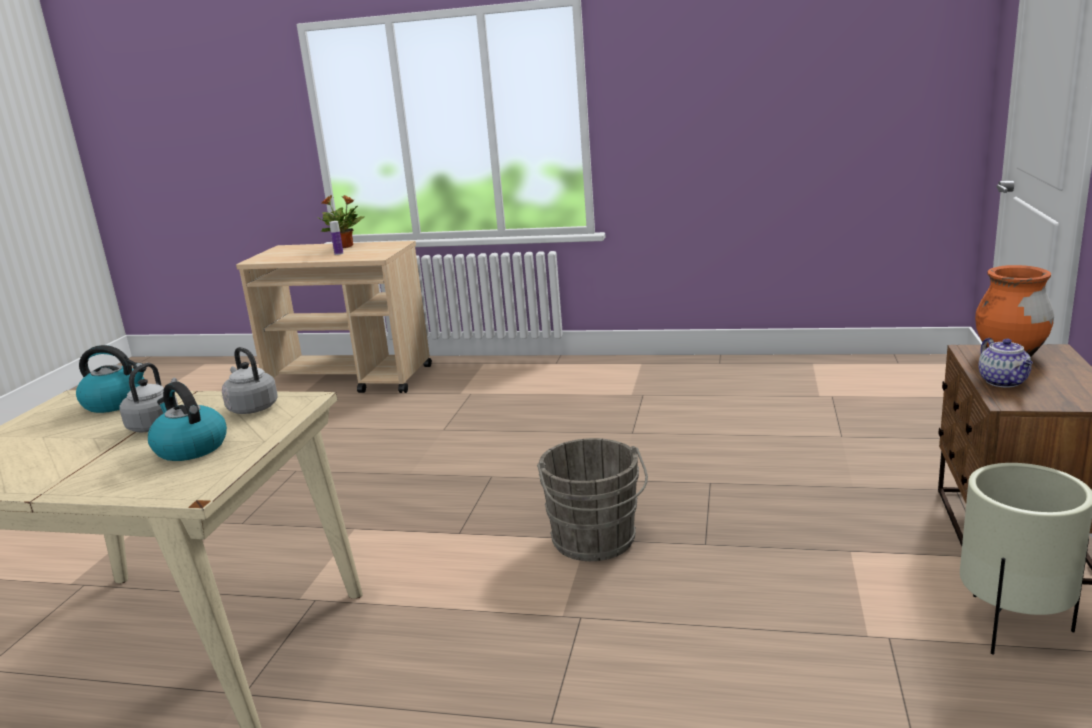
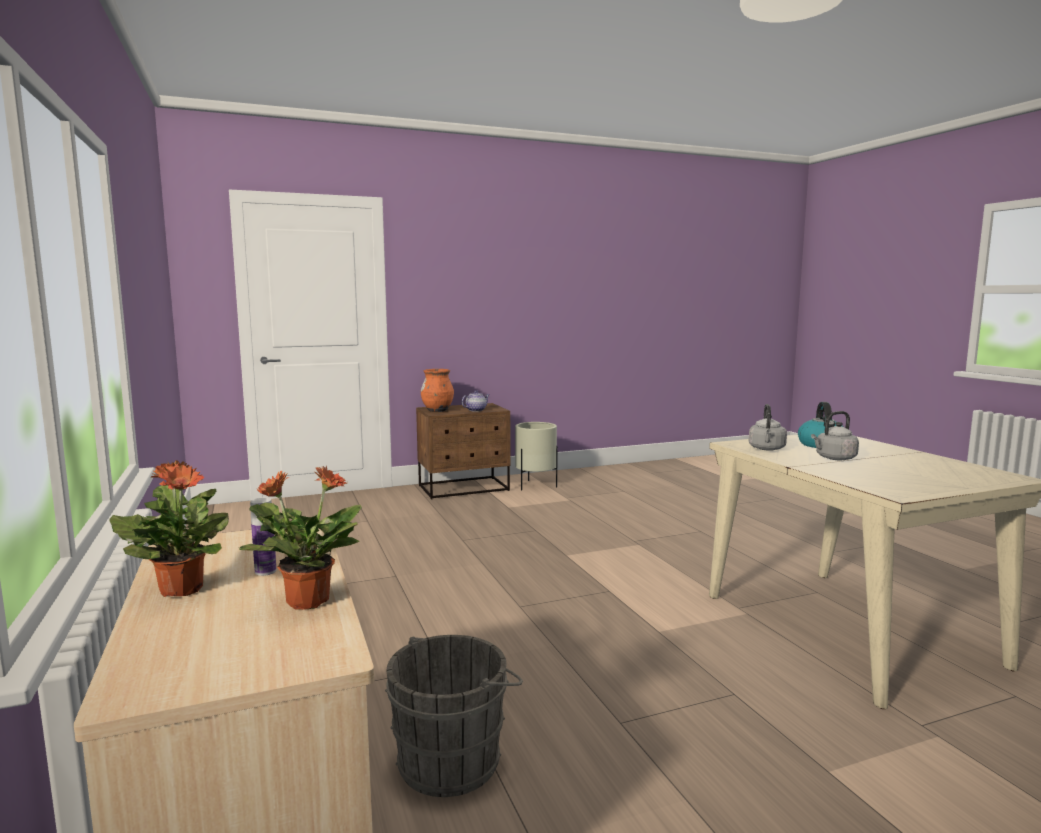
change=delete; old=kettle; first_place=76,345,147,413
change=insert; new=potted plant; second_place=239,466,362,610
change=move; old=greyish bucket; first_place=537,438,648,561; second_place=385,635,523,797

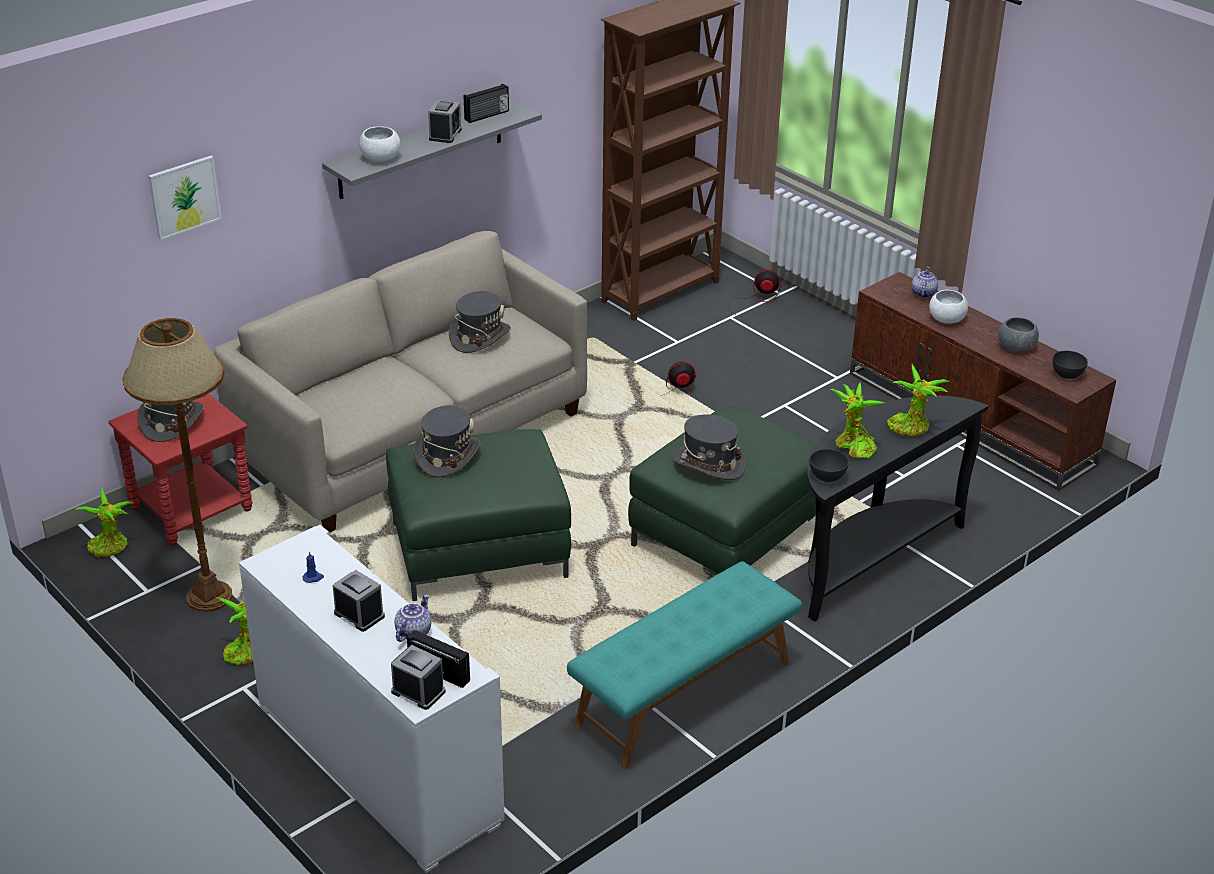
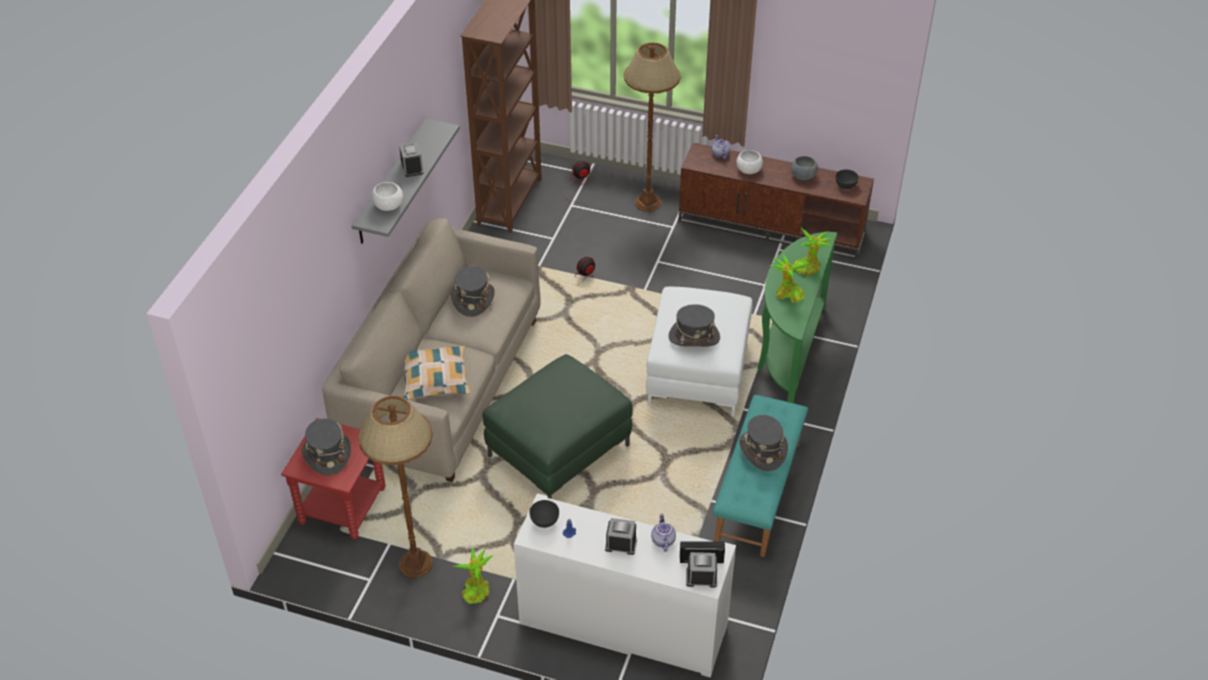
change=delete; old=potted plant; first_place=76,487,133,557
change=delete; old=wall picture; first_place=149,156,222,240
change=delete; old=radio; first_place=464,84,509,123
change=insert; new=cushion; second_place=403,346,471,400
change=insert; new=brownish standing lamp; second_place=624,42,681,212
change=move; old=greyish wearable hat; first_place=414,405,480,477; second_place=739,415,788,471
change=move; old=greyish serving bowl; first_place=810,449,849,482; second_place=529,500,559,528
change=recolor; old=green-coloured ottoman; new=whitish ottoman; first_place=628,406,816,575; second_place=646,287,753,417
change=recolor; old=black hall table; new=green-coloured hall table; first_place=807,395,989,621; second_place=758,232,837,403

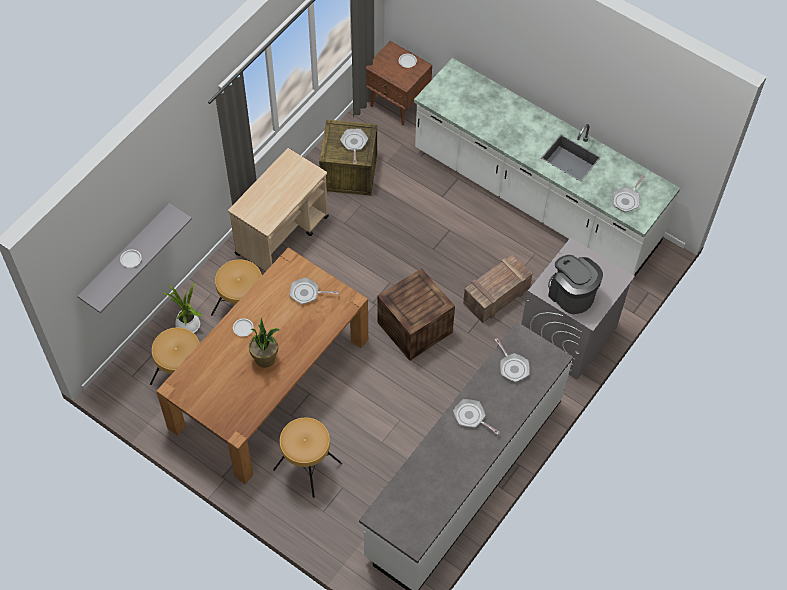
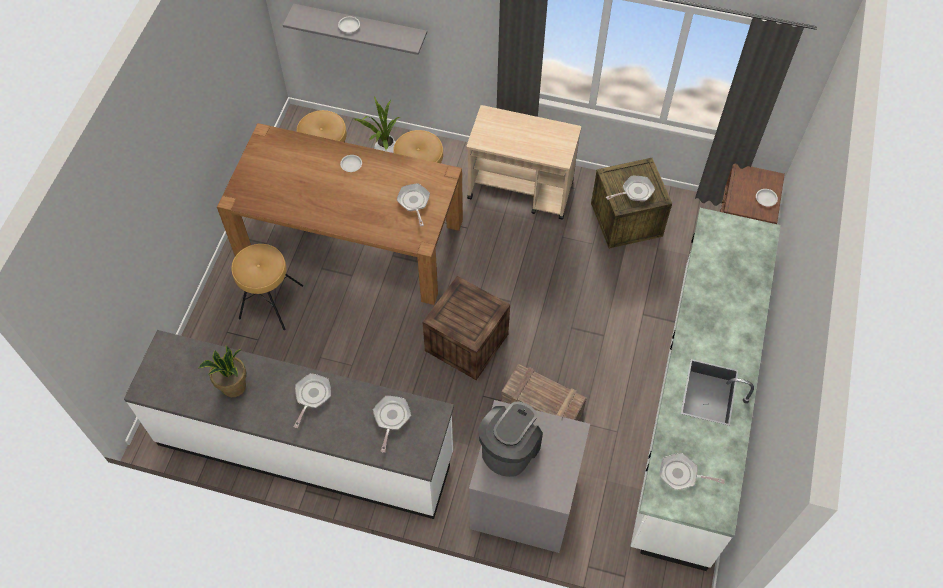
change=move; old=potted plant; first_place=249,318,280,368; second_place=199,346,246,397
change=rotate; old=pan; first_place=495,338,530,382; second_place=373,396,411,453; degrees=150

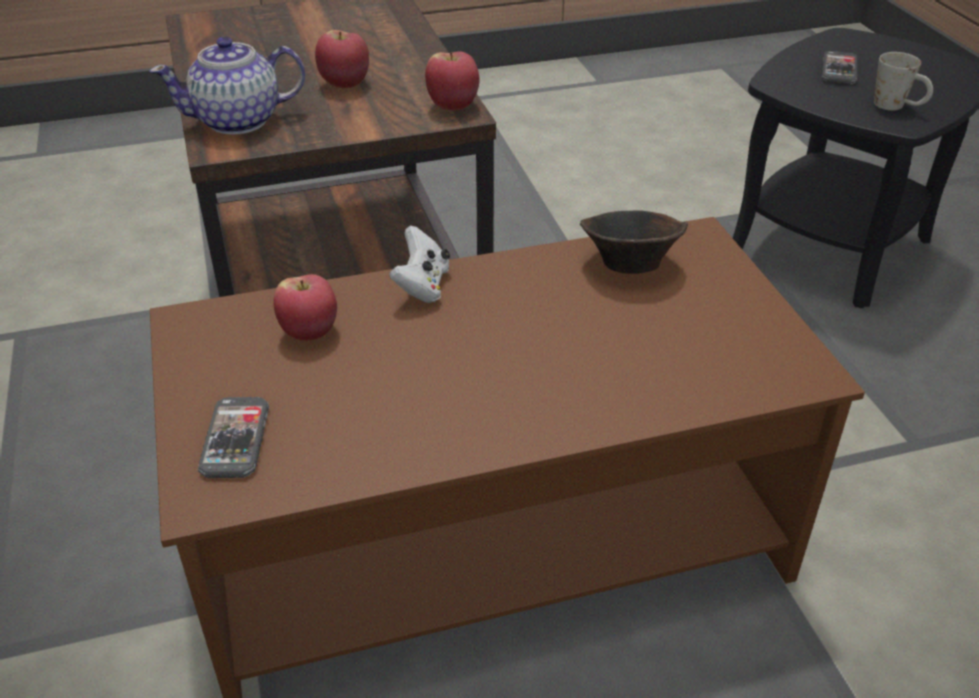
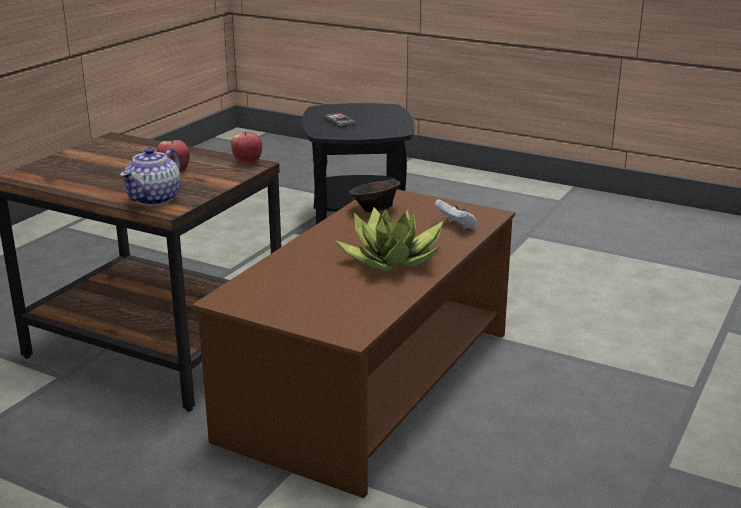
change=delete; old=handset; first_place=198,397,269,478
change=delete; old=apple; first_place=273,274,337,341
change=delete; old=whitish tea mug; first_place=874,52,933,110
change=insert; new=potted plant; second_place=336,207,443,271
change=move; old=whitish joypad; first_place=389,226,450,303; second_place=435,199,477,230

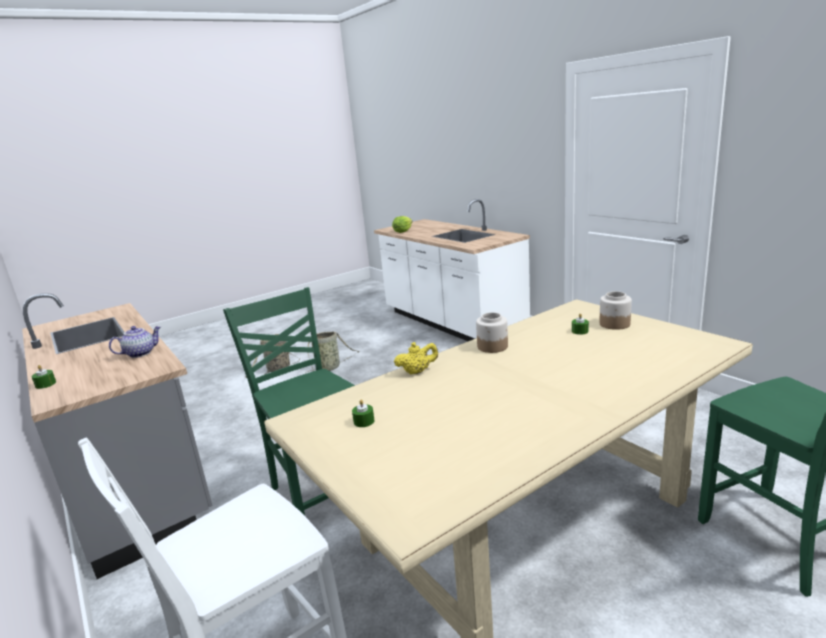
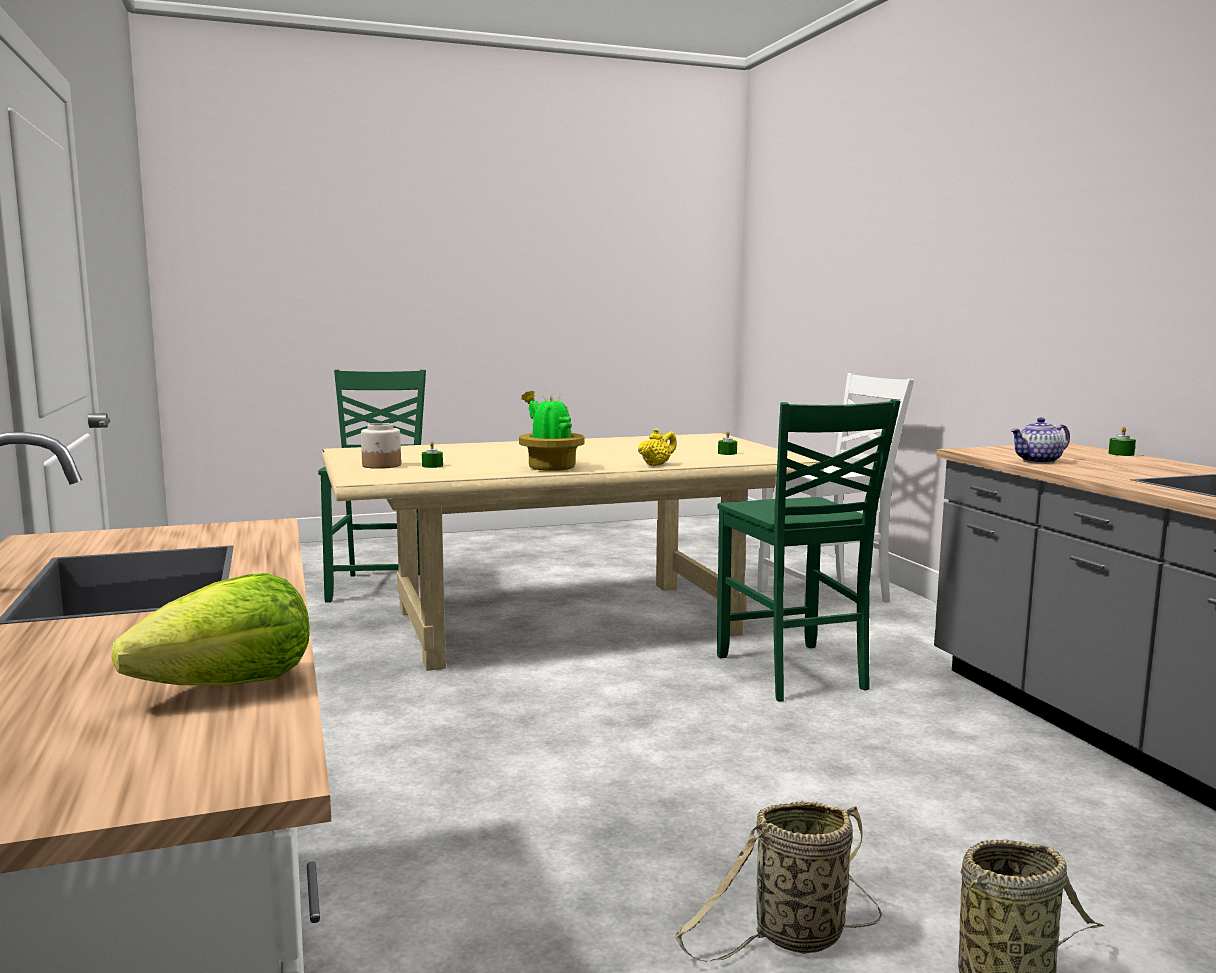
change=replace; old=jar; new=potted plant; first_place=476,312,508,353; second_place=519,390,585,471
change=rotate; old=yellow pot for tea; first_place=394,342,438,375; second_place=638,428,677,466; degrees=135

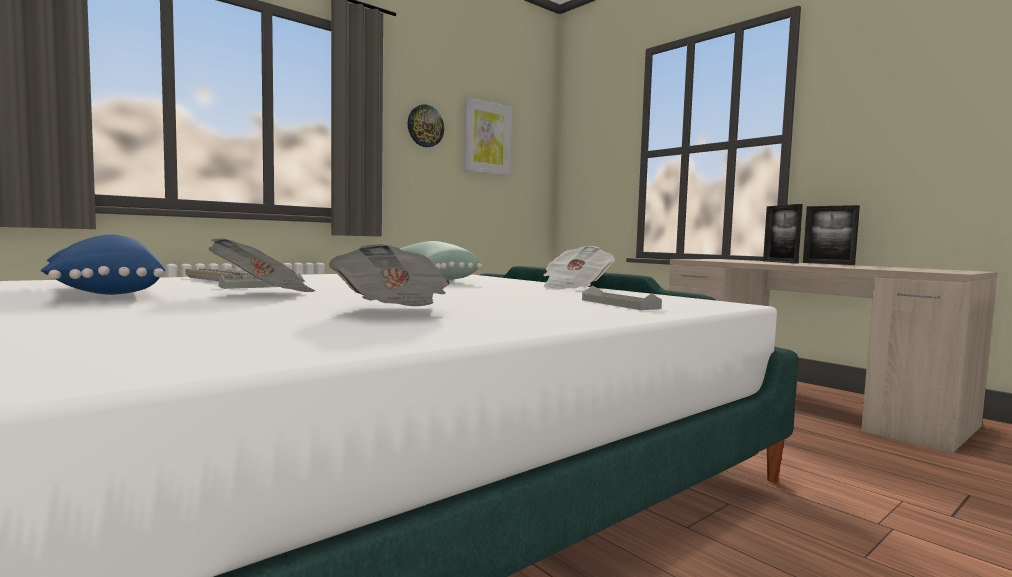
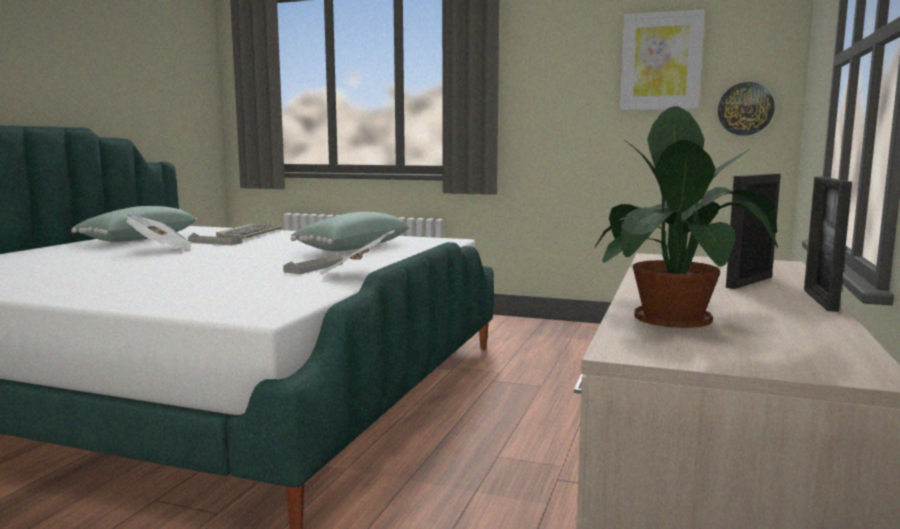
change=delete; old=newspaper; first_place=329,244,450,306
change=insert; new=potted plant; second_place=595,106,778,328
change=move; old=wall clock; first_place=408,105,444,147; second_place=718,82,775,136
change=move; old=greyish tray; first_place=582,286,662,310; second_place=283,252,343,274
change=recolor; old=blue cushion; new=green-coloured cushion; first_place=40,234,165,295; second_place=71,206,198,242

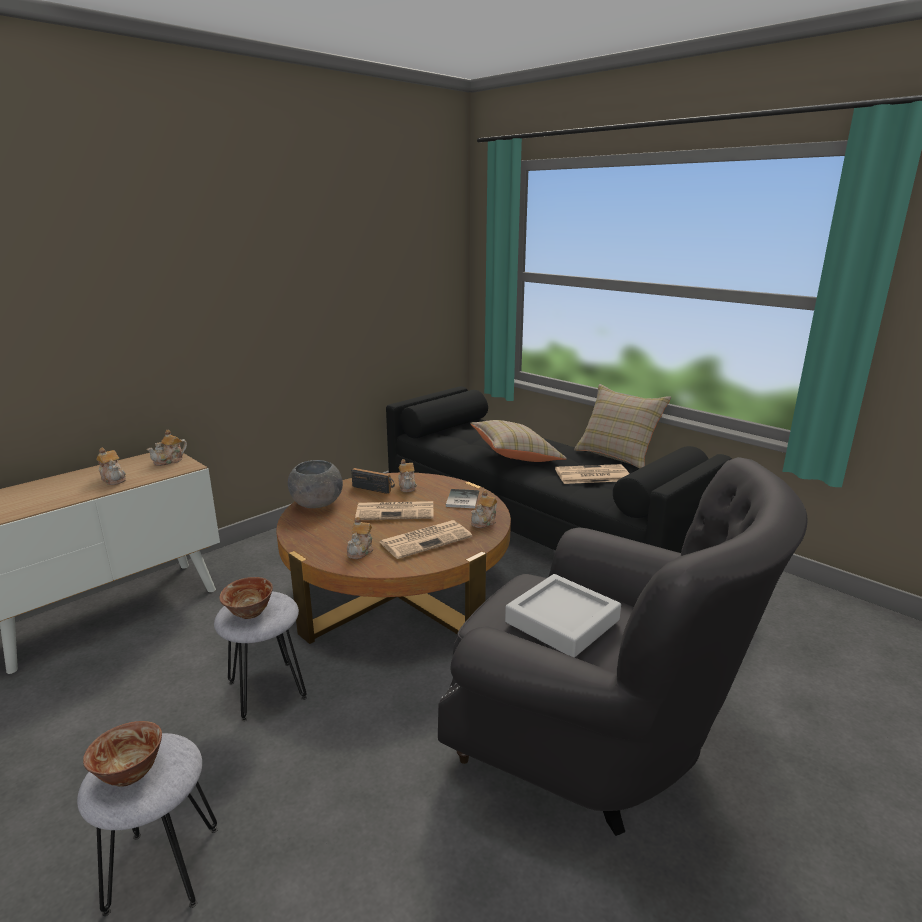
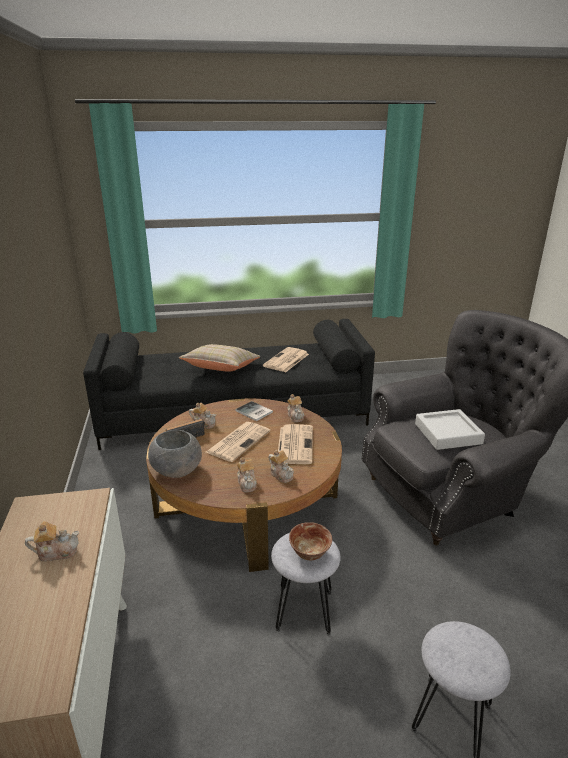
change=delete; old=serving bowl; first_place=83,721,162,787
change=delete; old=sand-coloured cushion; first_place=574,384,671,469
change=move; old=pot for tea; first_place=147,430,187,466; second_place=237,457,257,493

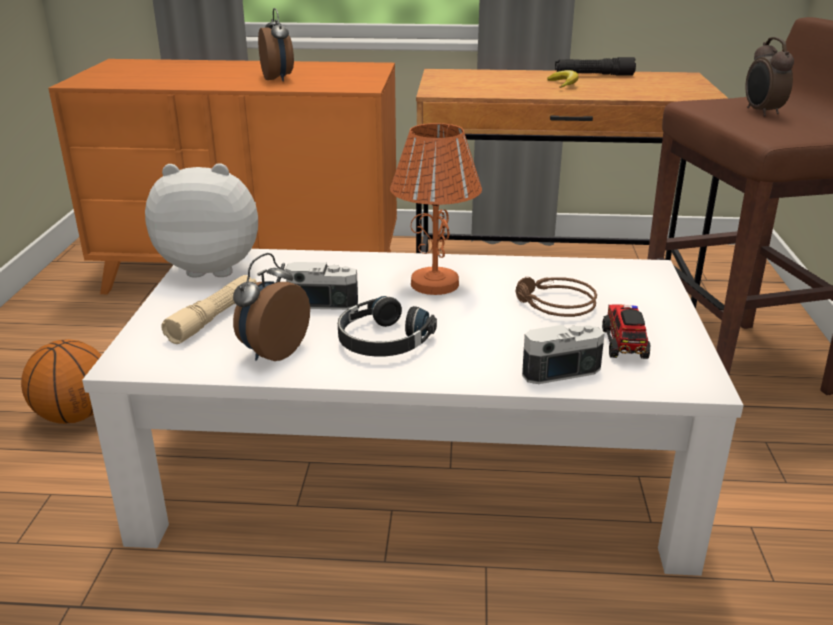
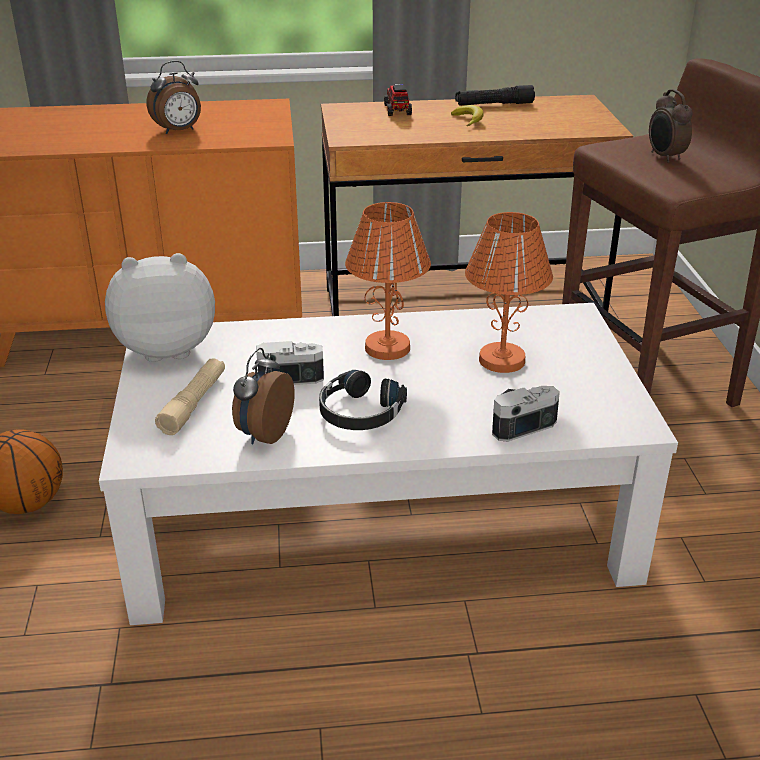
change=move; old=model truck; first_place=602,305,650,359; second_place=384,84,412,116
change=replace; old=brownish pair of headphones; new=orange-coloured tabletop lamp; first_place=515,277,597,317; second_place=465,212,553,373
change=rotate; old=alarm clock; first_place=258,8,294,82; second_place=147,61,201,134; degrees=90

